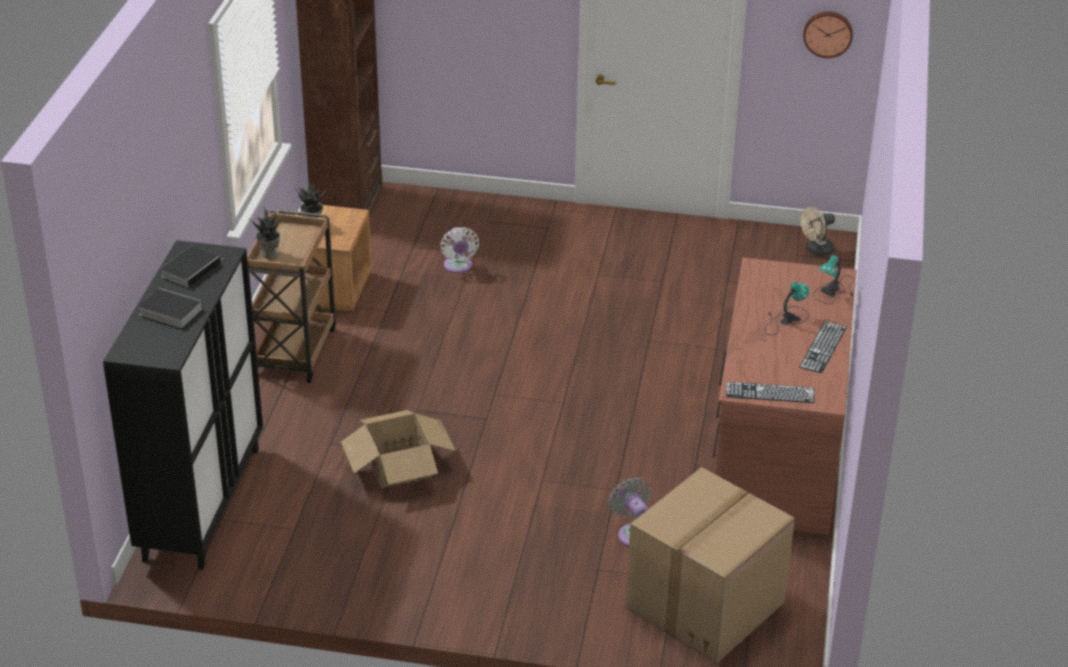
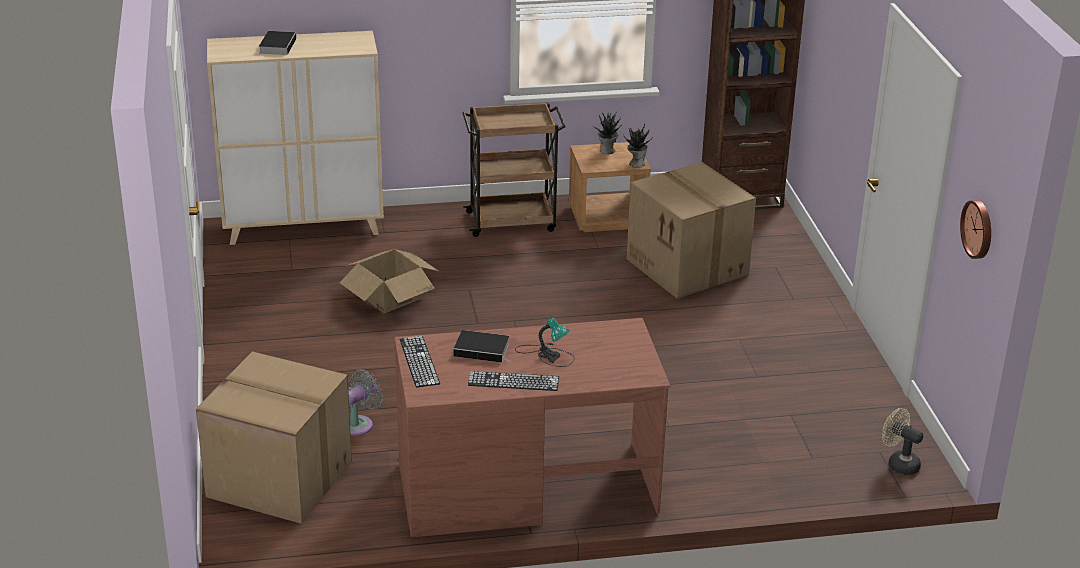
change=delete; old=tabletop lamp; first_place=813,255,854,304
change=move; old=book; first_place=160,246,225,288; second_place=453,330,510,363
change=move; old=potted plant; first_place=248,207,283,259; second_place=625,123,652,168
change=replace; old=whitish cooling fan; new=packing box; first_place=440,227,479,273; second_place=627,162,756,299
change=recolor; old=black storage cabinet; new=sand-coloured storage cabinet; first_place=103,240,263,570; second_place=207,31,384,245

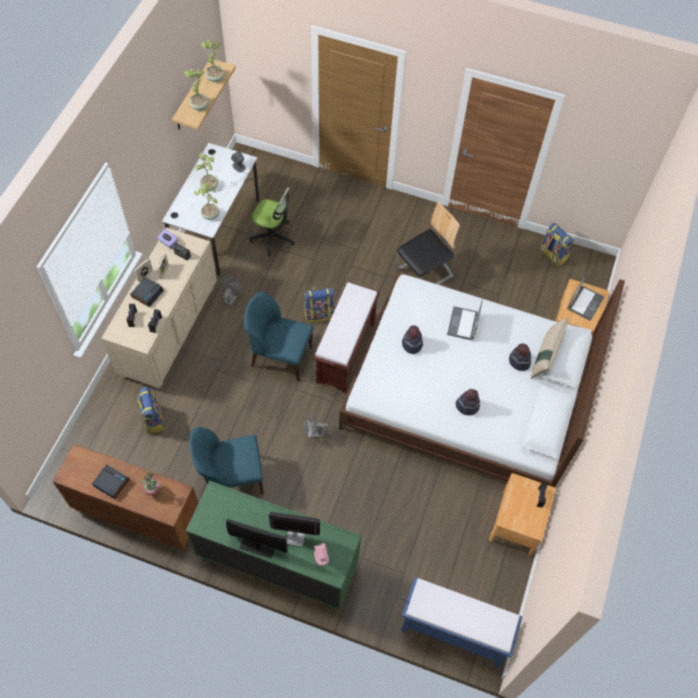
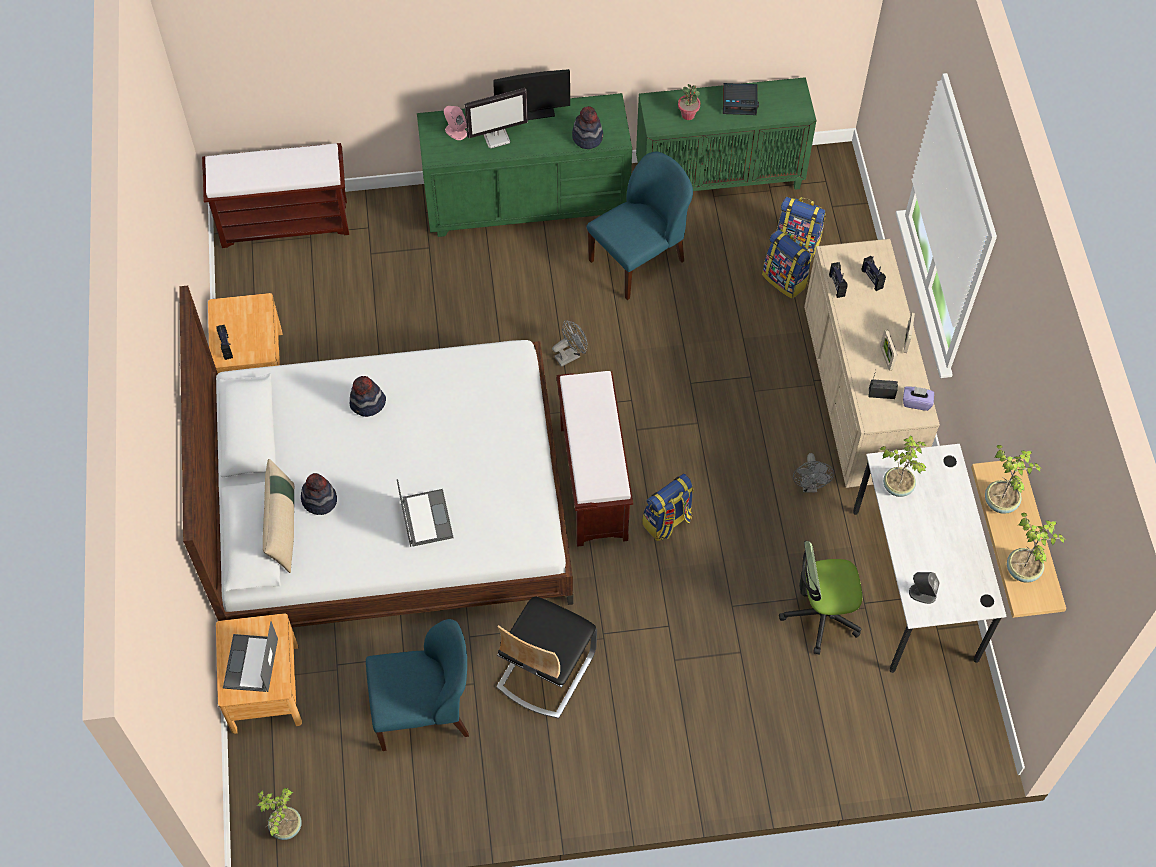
change=delete; old=alarm clock; first_place=130,277,164,307
change=move; old=potted plant; first_place=195,153,218,191; second_place=257,788,302,840
change=move; old=blue chair; first_place=244,292,314,381; second_place=366,619,469,751
change=move; old=wearable hat; first_place=402,325,423,354; second_place=572,106,603,149
change=move; old=rucksack; first_place=540,223,574,266; second_place=777,197,826,258
change=recolor; old=brownish storage cabinet; new=green-coloured storage cabinet; first_place=53,444,199,551; second_place=636,77,817,191
change=recolor; old=blue bench; new=brownish bench; first_place=401,577,522,668; second_place=202,143,349,248

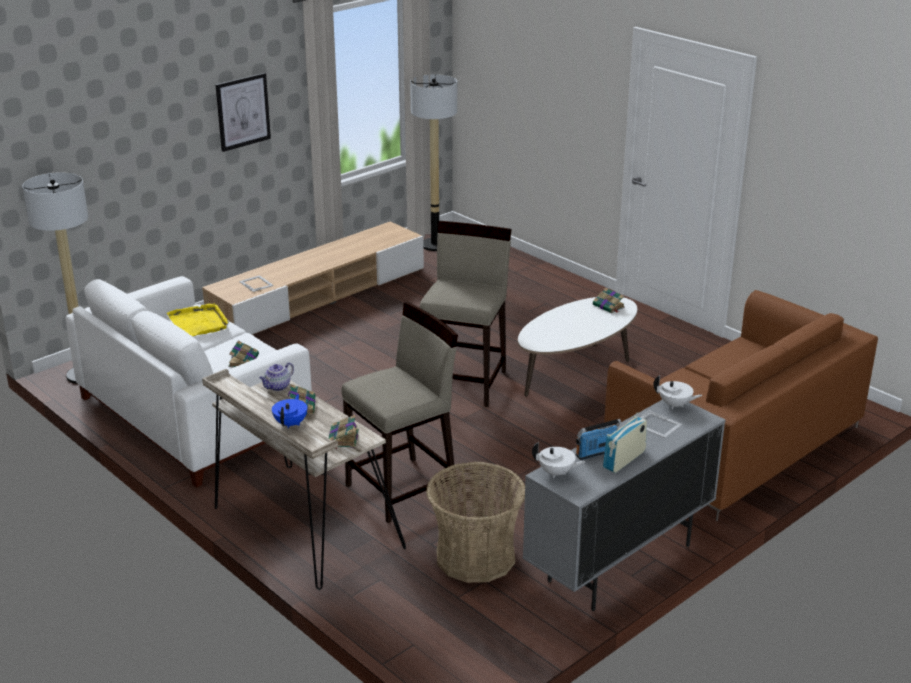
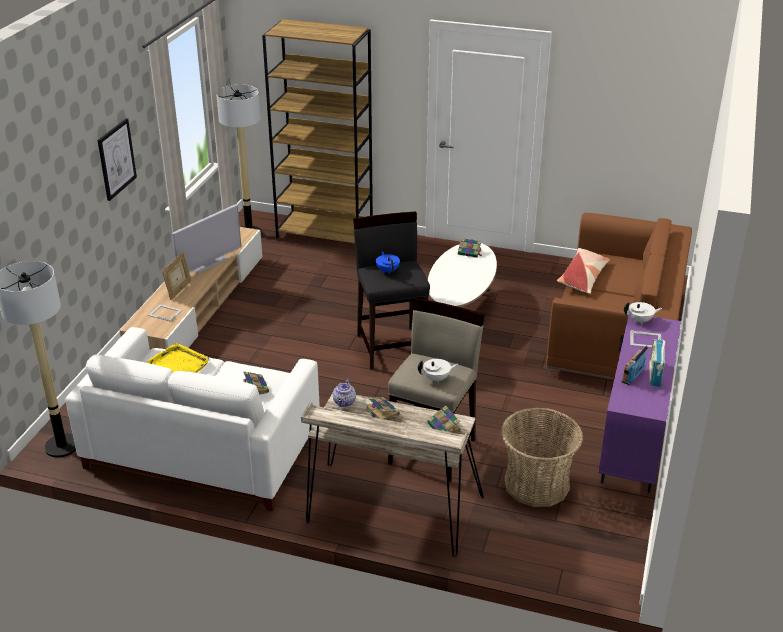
change=insert; new=photo frame; second_place=162,252,191,300
change=insert; new=television; second_place=172,204,242,274
change=insert; new=brownish bookshelf; second_place=262,19,373,244
change=insert; new=cushion; second_place=557,248,610,294
change=move; old=blue pot for tea; first_place=272,394,307,428; second_place=376,251,400,274
change=move; old=whitish pot for tea; first_place=532,442,585,478; second_place=418,359,458,383
change=recolor; old=sand-coloured stool; new=black stool; first_place=420,221,511,407; second_place=353,212,430,370
change=recolor; old=greyish storage cabinet; new=purple storage cabinet; first_place=523,400,725,611; second_place=598,315,681,493

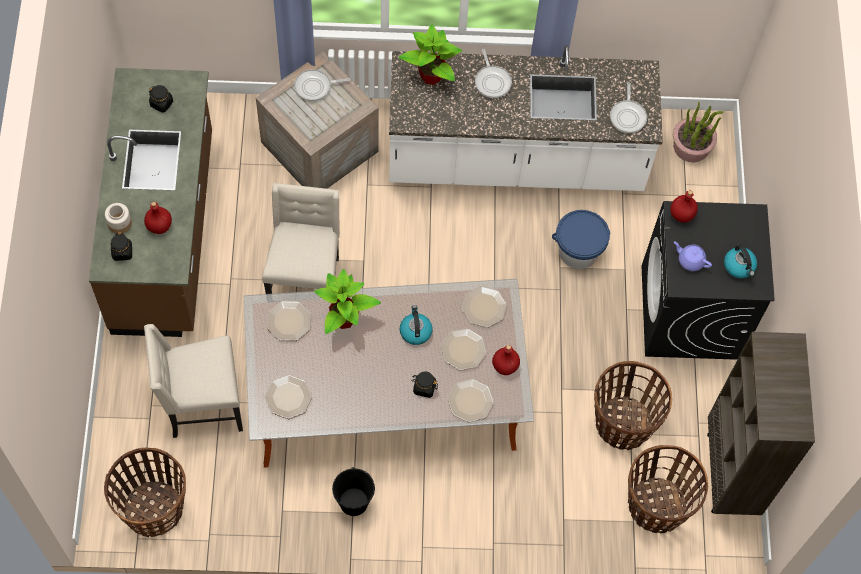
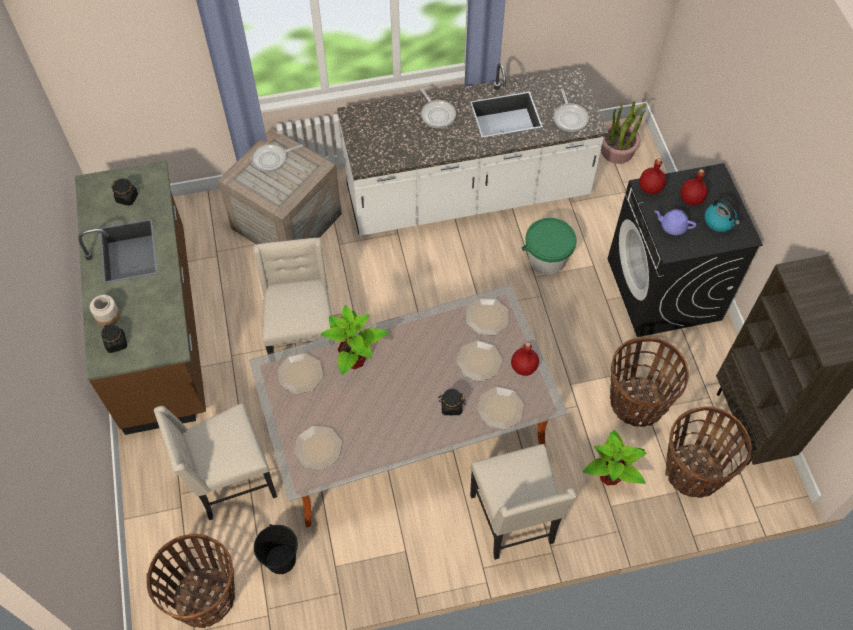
change=delete; old=kettle; first_place=400,305,432,345
change=insert; new=sand-coloured chair; second_place=470,444,576,560
change=move; old=red bottle; first_place=144,202,172,234; second_place=681,169,708,206
change=move; old=black bucket; first_place=332,467,375,516; second_place=254,524,298,574
change=move; old=potted plant; first_place=399,24,462,85; second_place=583,430,647,486
change=recolor; old=blue bucket; new=green-coloured bucket; first_place=552,210,610,269; second_place=522,218,577,275

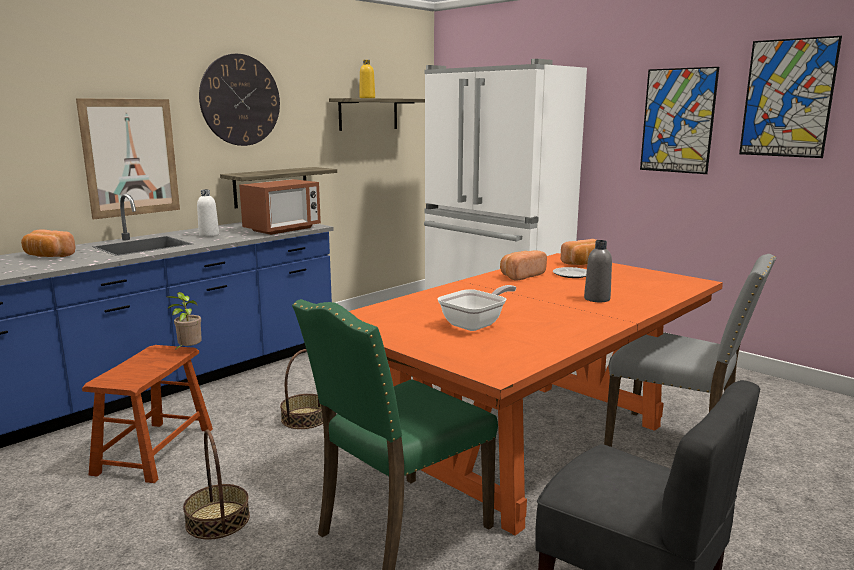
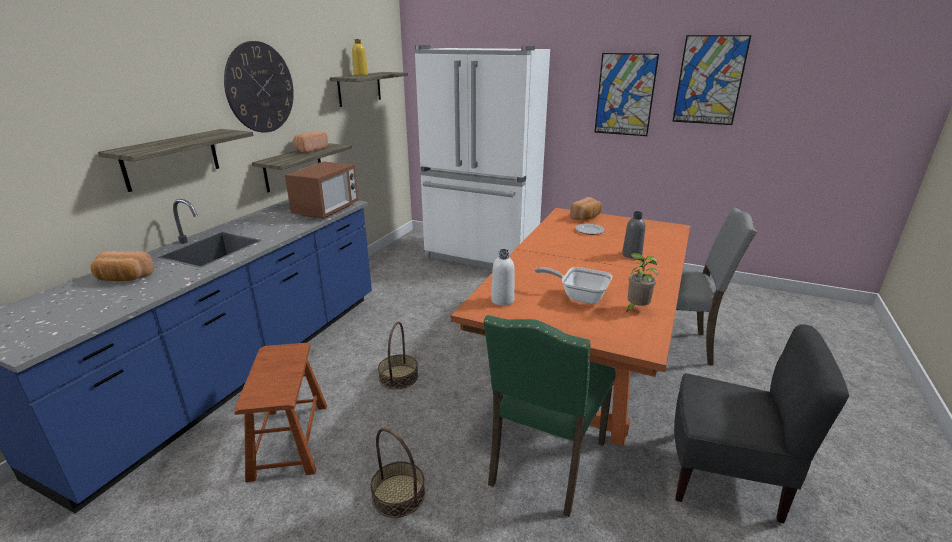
change=move; old=potted plant; first_place=167,292,202,350; second_place=625,253,659,313
change=move; old=whitish bottle; first_place=197,189,219,237; second_place=491,249,515,306
change=move; old=bread; first_place=500,250,547,281; second_place=293,131,328,153
change=replace; old=wall picture; new=wall shelf; first_place=76,98,180,219; second_place=98,129,253,192
change=rotate; old=pan; first_place=438,285,516,331; second_place=535,267,612,304; degrees=-90

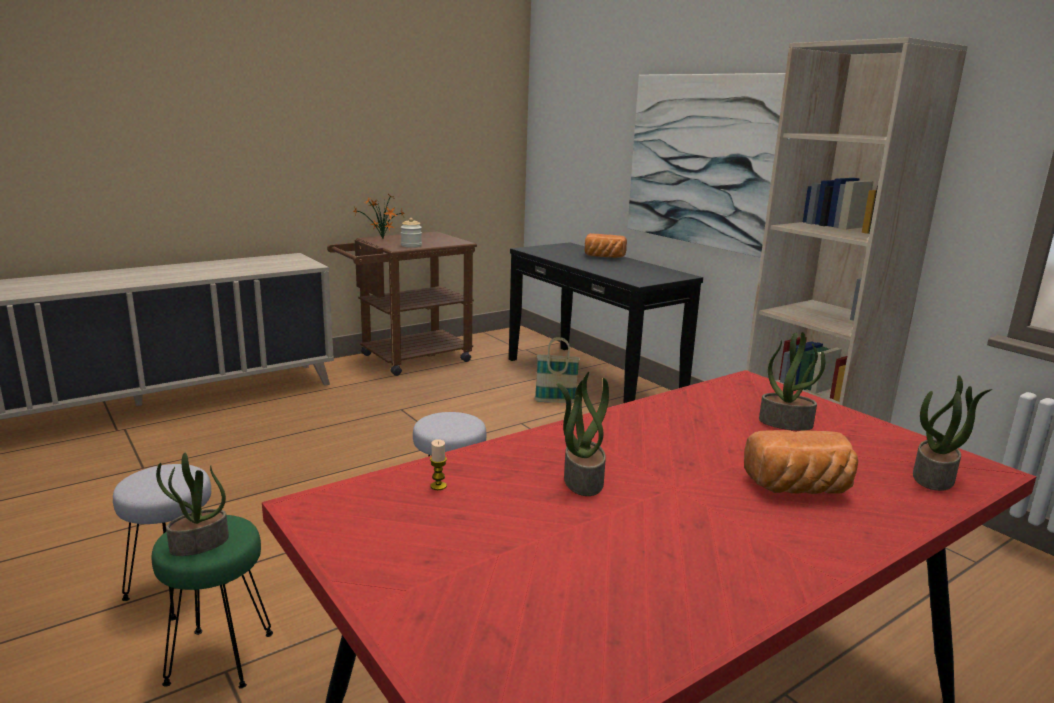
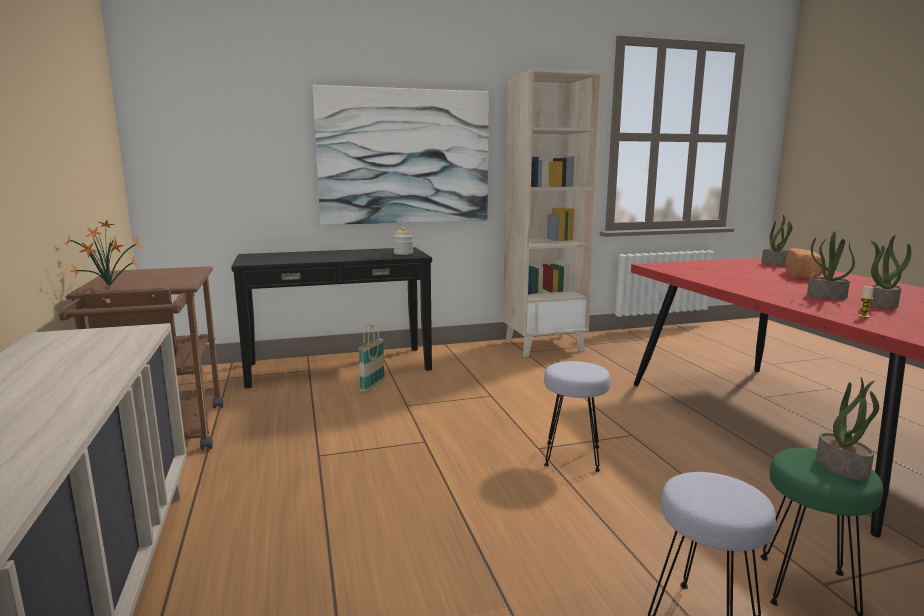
change=delete; old=bread; first_place=585,233,627,258
change=move; old=jar; first_place=401,218,422,248; second_place=393,227,413,255
change=move; old=potted plant; first_place=759,332,825,431; second_place=870,235,911,309

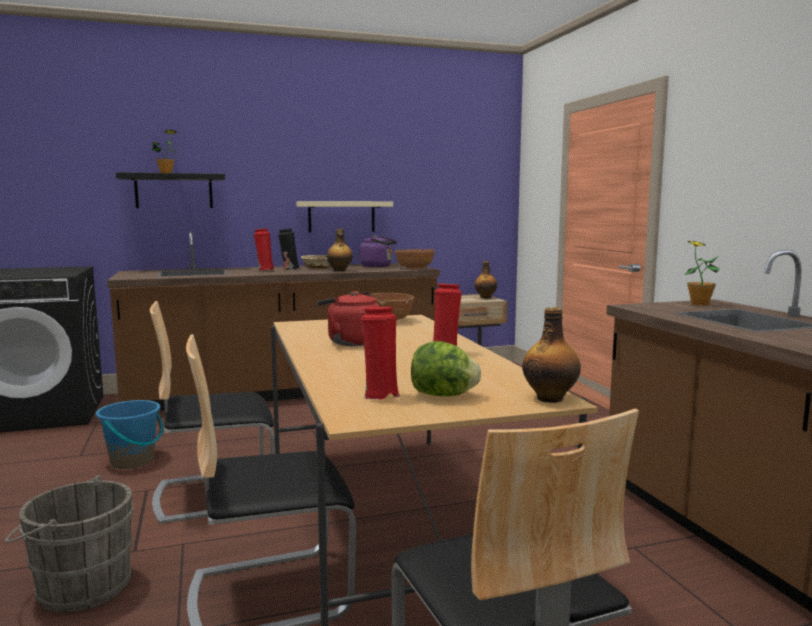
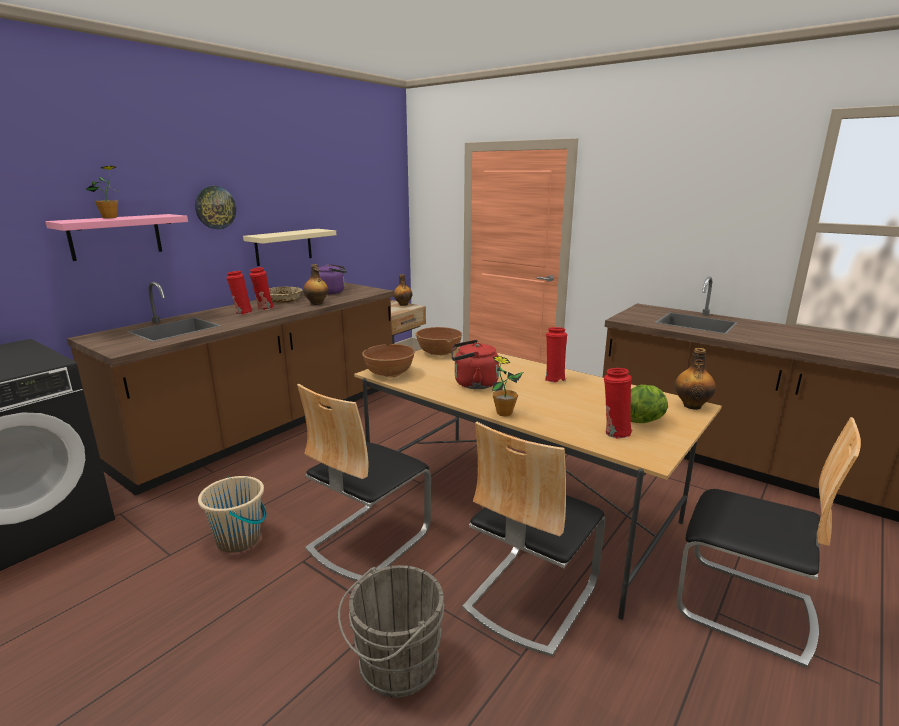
change=insert; new=wall clock; second_place=195,186,236,229
change=move; old=brownish serving bowl; first_place=395,249,435,269; second_place=362,344,415,378
change=move; old=potted plant; first_place=685,241,720,306; second_place=492,356,523,417
change=recolor; old=blue bucket; new=sand-coloured bucket; first_place=96,400,163,469; second_place=198,476,266,553
change=recolor; old=black wall shelf; new=pink wall shelf; first_place=116,172,225,208; second_place=45,214,188,261
change=recolor; old=black decorative vase; new=red decorative vase; first_place=278,228,299,270; second_place=250,267,274,310

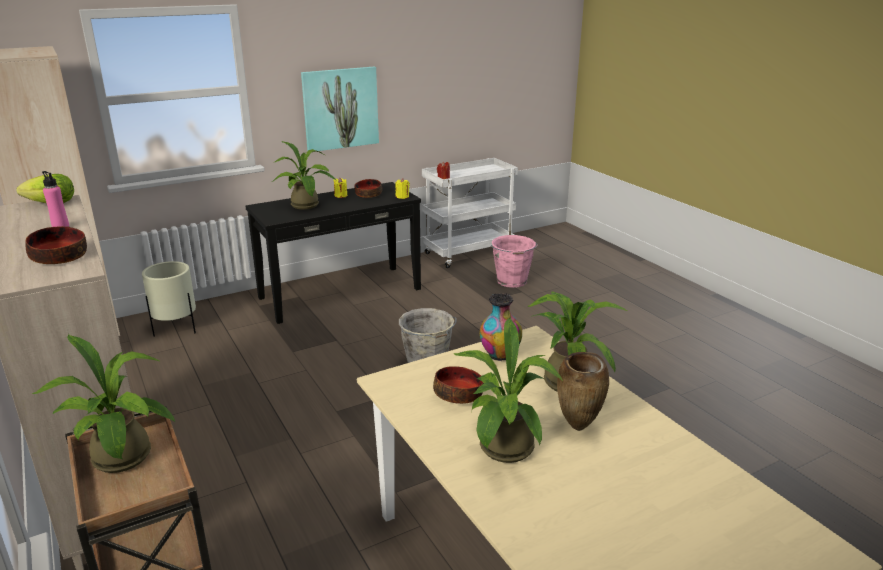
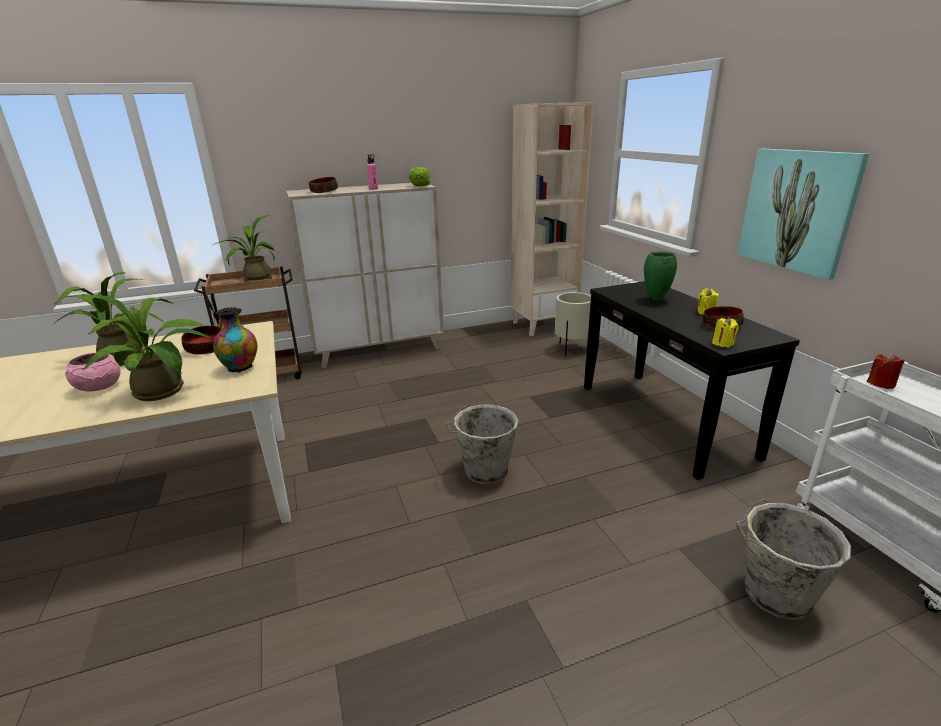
change=replace; old=potted plant; new=green-coloured decorative vase; first_place=272,141,336,210; second_place=644,251,677,301
change=replace; old=brownish decorative vase; new=pink serving bowl; first_place=557,352,609,431; second_place=65,352,121,392
change=recolor; old=pink bucket; new=greyish bucket; first_place=491,235,538,288; second_place=736,500,851,620

